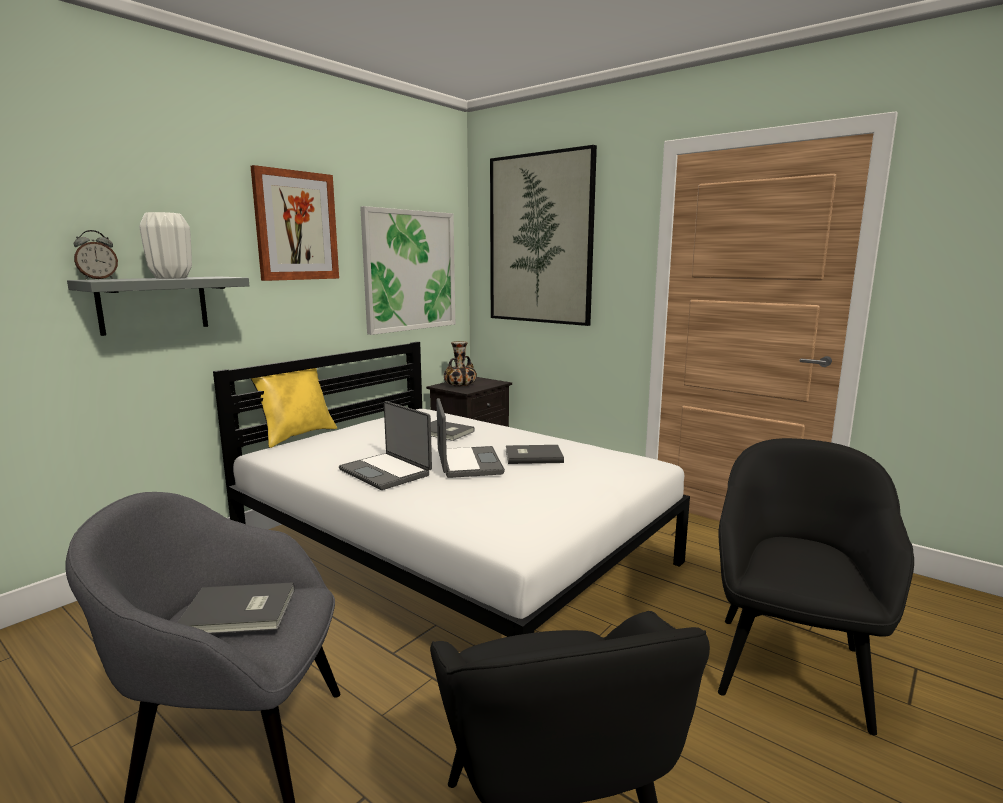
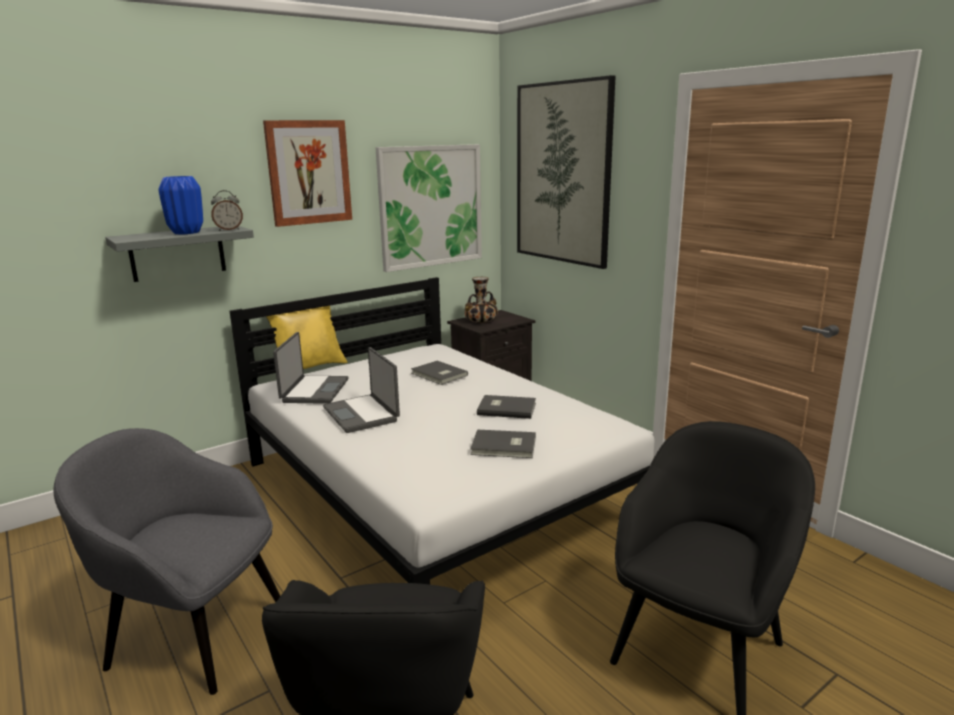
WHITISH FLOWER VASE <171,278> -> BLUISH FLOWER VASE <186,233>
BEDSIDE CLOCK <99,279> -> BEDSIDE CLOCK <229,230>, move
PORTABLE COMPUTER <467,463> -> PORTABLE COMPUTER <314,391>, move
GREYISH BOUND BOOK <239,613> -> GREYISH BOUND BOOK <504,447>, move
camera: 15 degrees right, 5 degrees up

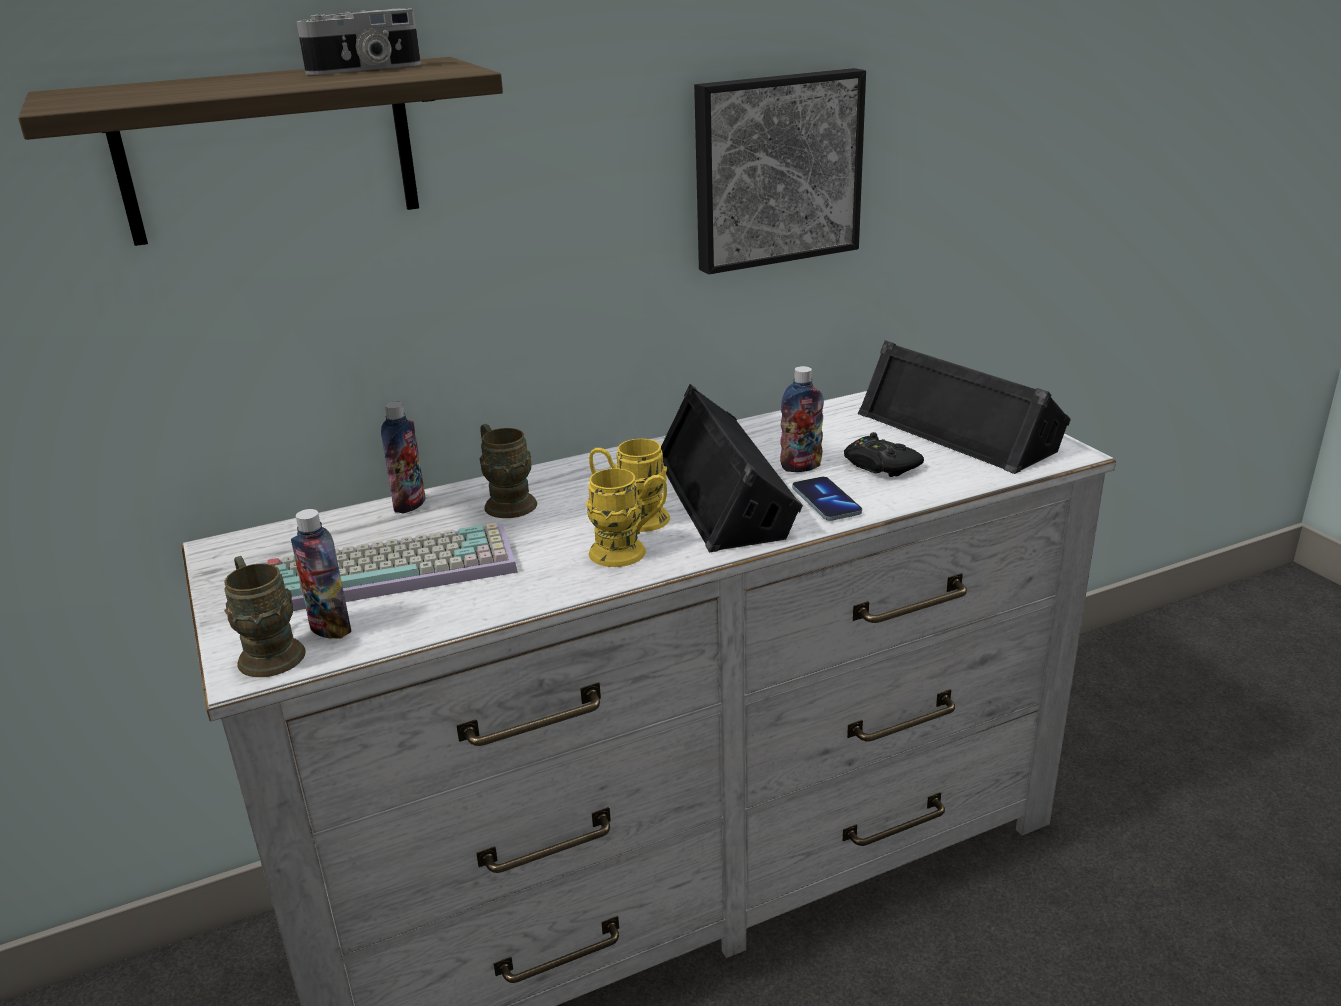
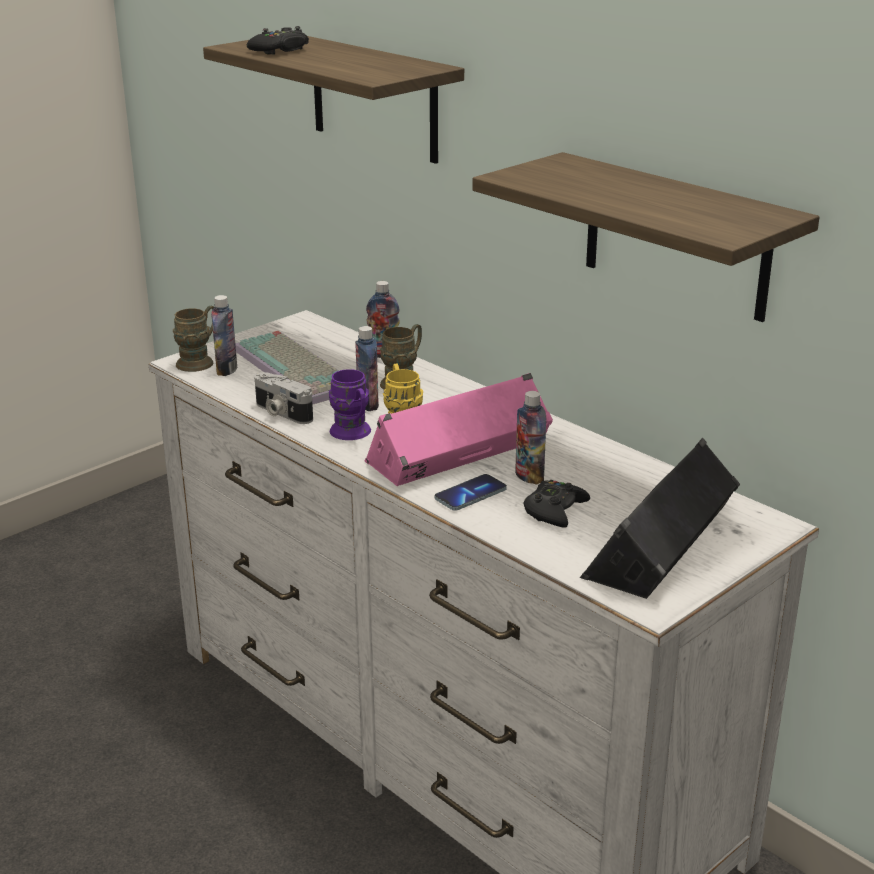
none -> BLACKISH GAME CONTROLLER <280,50>
STILL CAMERA <366,69> -> STILL CAMERA <281,413>, move
YELLOW-COLOURED MUG <629,551> -> PURPLISH MUG <353,434>
none -> BEVERAGE BOTTLE <368,404>
BLACKISH AUDIO SPEAKER <727,494> -> PINKISH AUDIO SPEAKER <460,454>
PICTURE <775,169> -> BRACKET SHELF <676,237>
camera: 70 degrees right, 0 degrees up

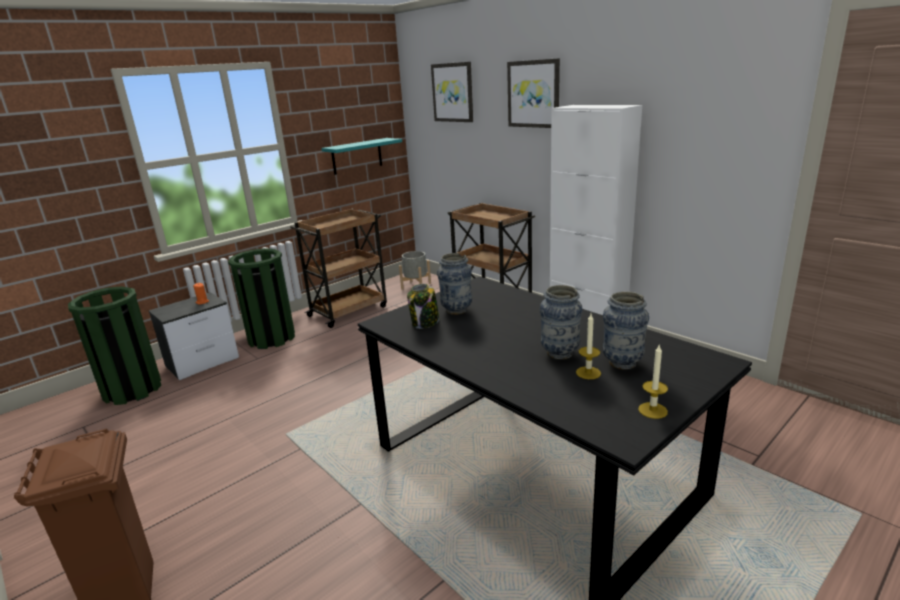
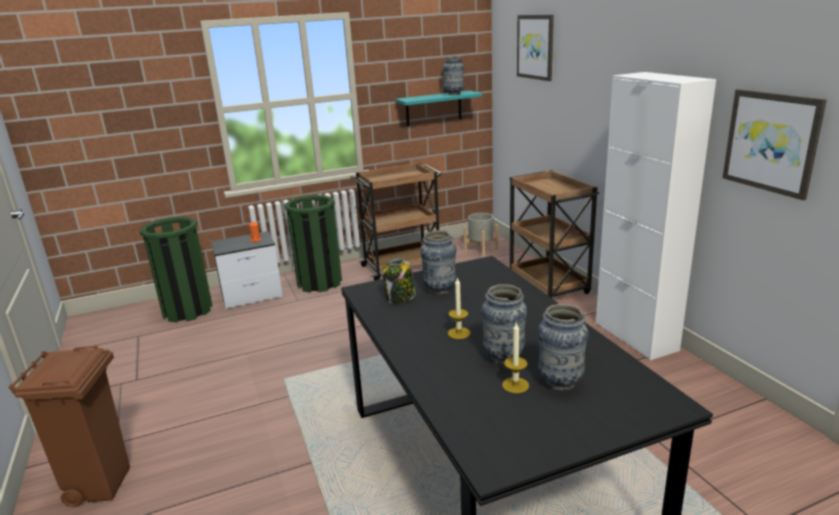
none -> FLOWER VASE <454,94>
CANDLE <652,410> -> CANDLE <459,333>, move
PICTURE <533,94> -> PICTURE <771,142>, move
camera: 20 degrees right, 0 degrees up

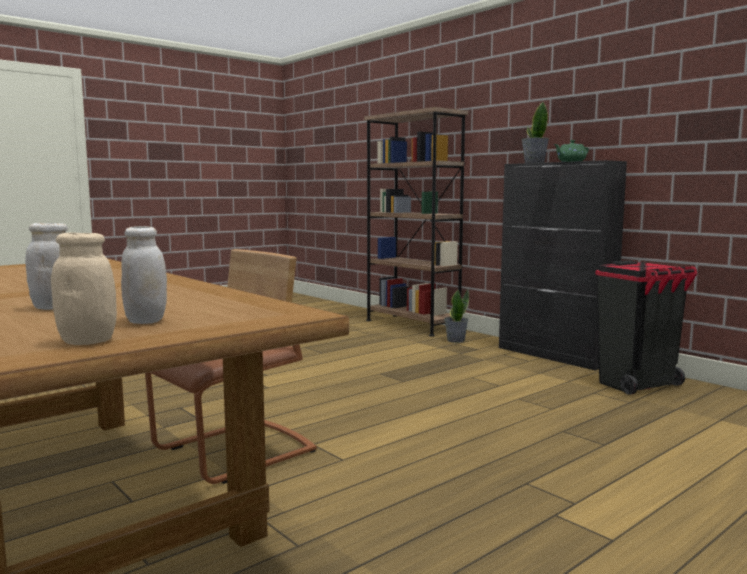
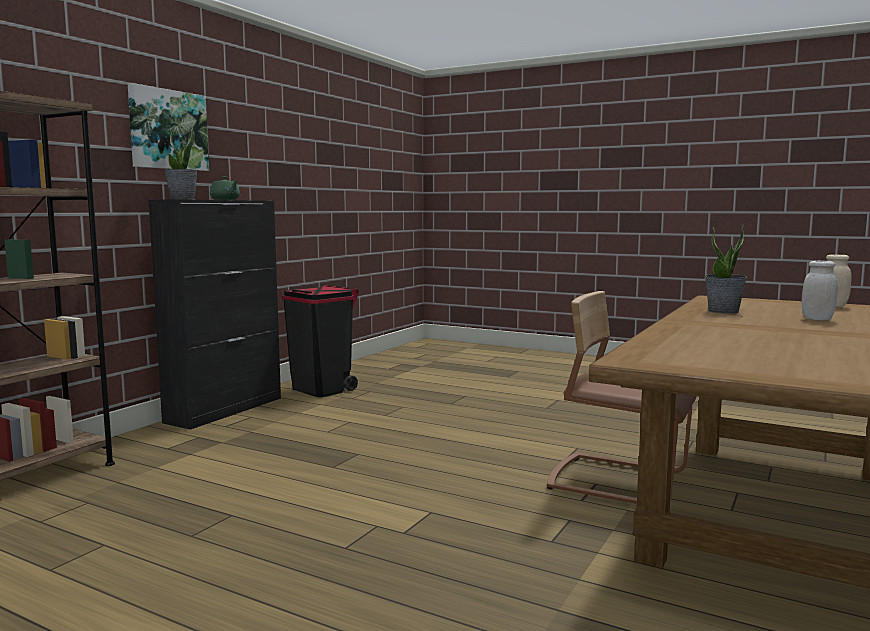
none -> PICTURE <168,130>
POTTED PLANT <455,340> -> POTTED PLANT <723,311>, move
WHITISH STORAGE JAR <146,321> -> none
camera: 110 degrees left, 0 degrees up

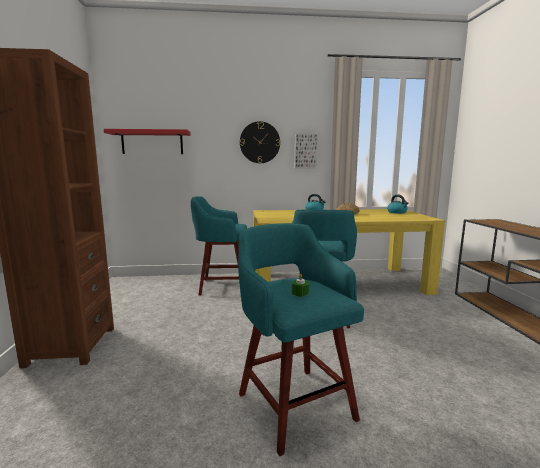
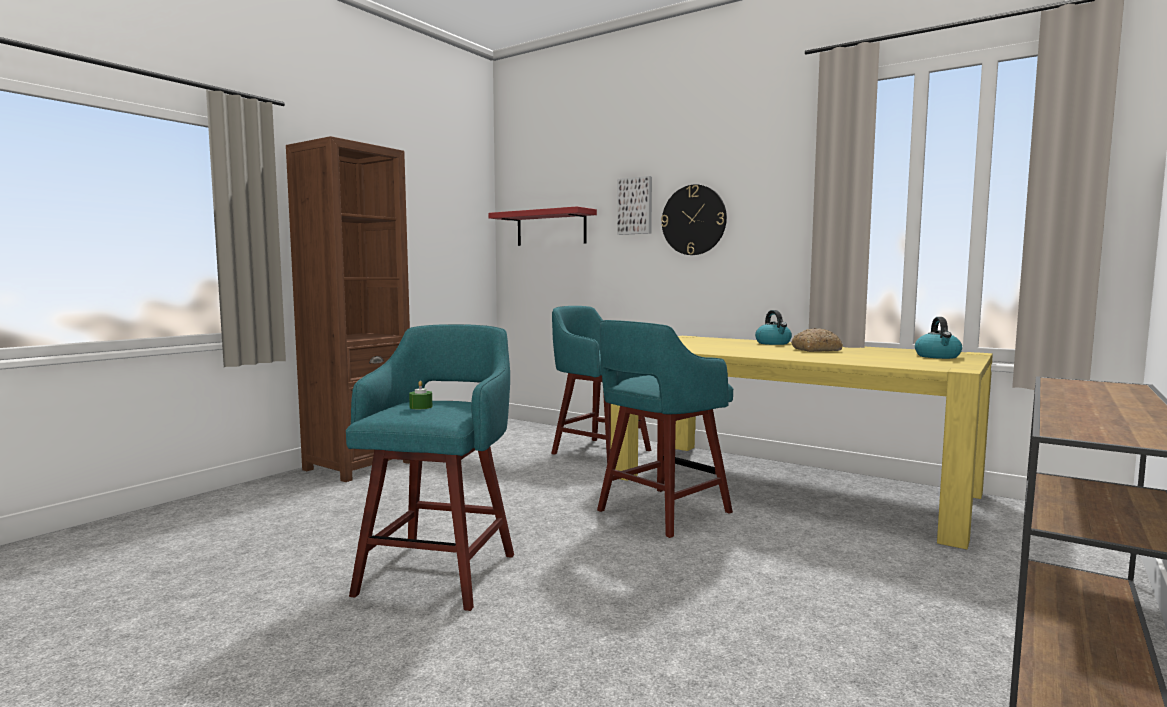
PICTURE <305,151> -> PICTURE <635,206>, move
camera: 40 degrees right, 5 degrees down

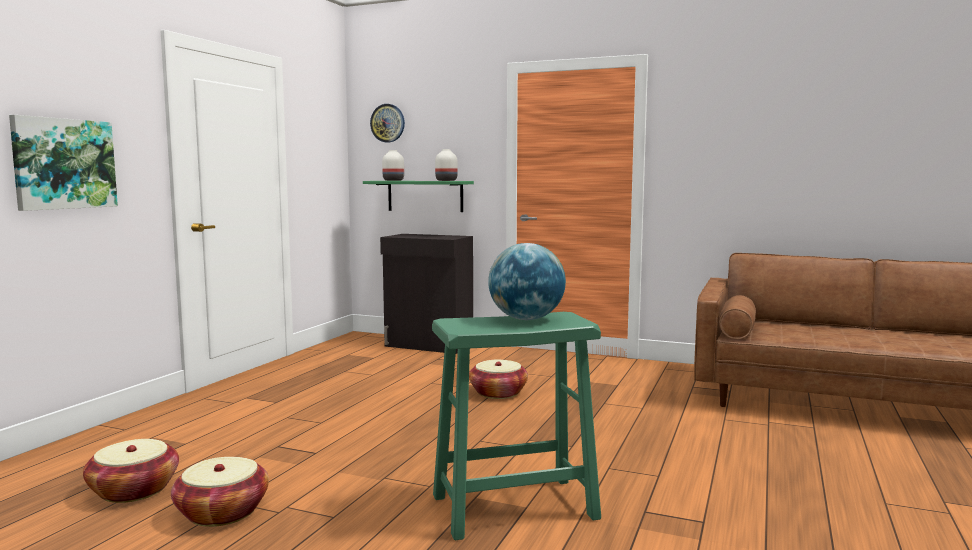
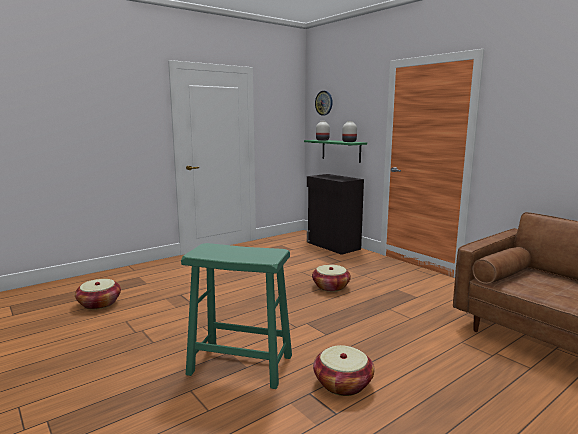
HOUSEHOLD BASKET <222,512> -> HOUSEHOLD BASKET <343,384>, move
PICTURE <64,164> -> none
DESK GLOBE <526,319> -> none
camera: 30 degrees right, 5 degrees up

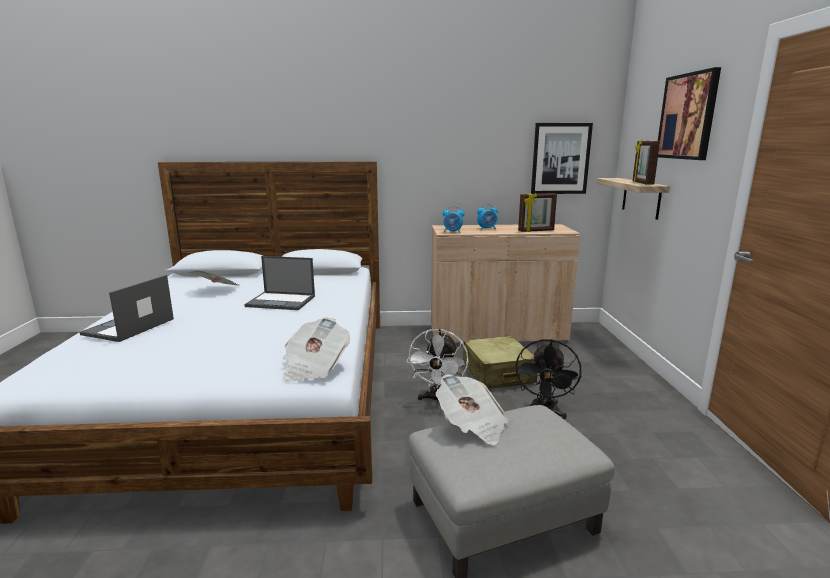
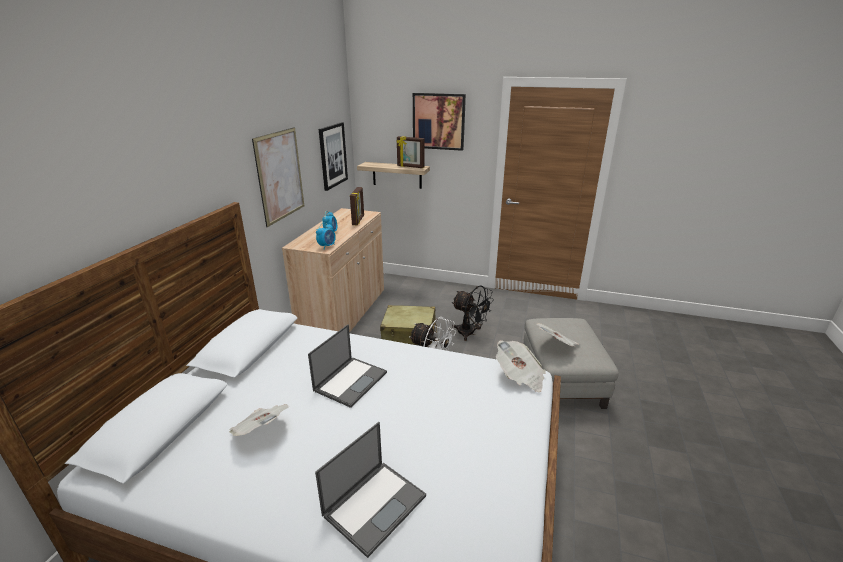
none -> PICTURE <280,176>
PORTABLE COMPUTER <128,327> -> PORTABLE COMPUTER <375,504>, 90 degrees counterclockwise
camera: 70 degrees left, 10 degrees up

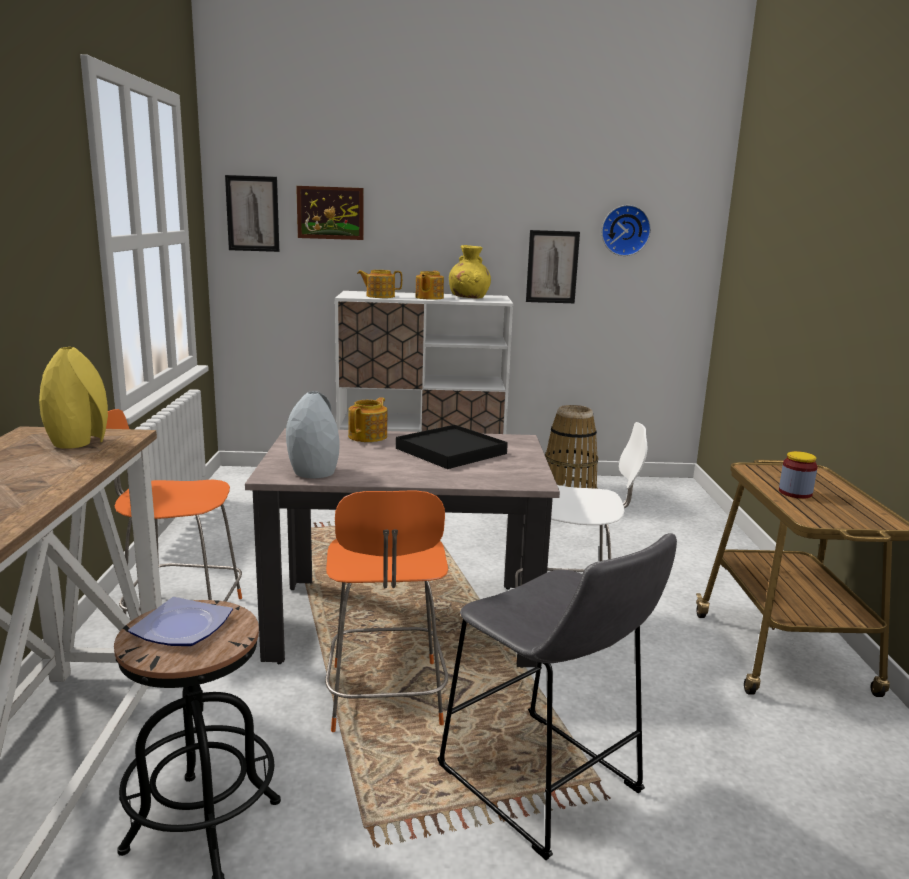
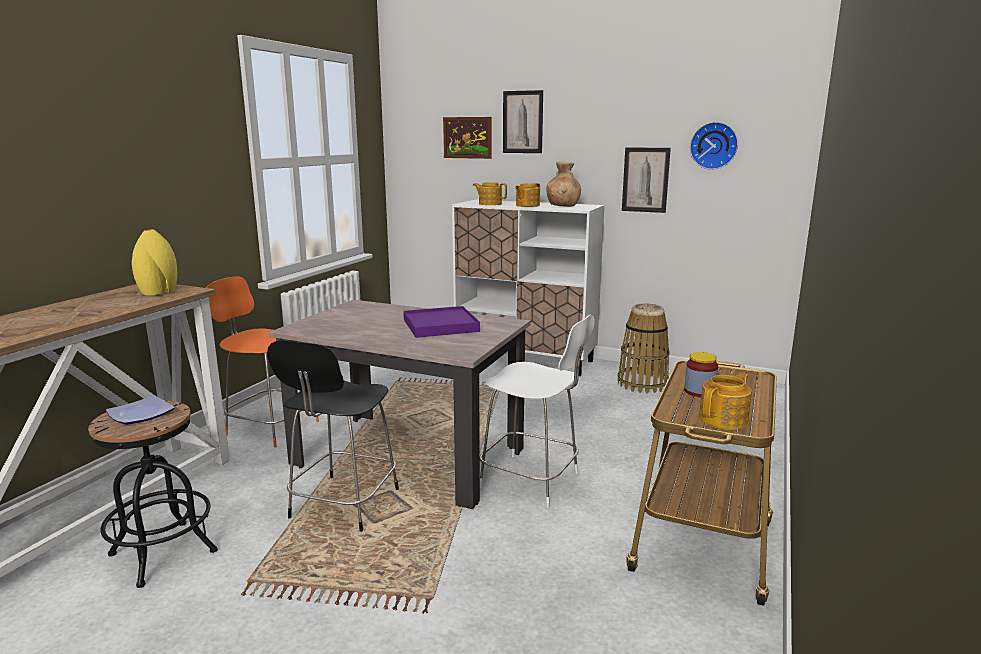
ORANGE-COLOURED PLAIN CHAIR <385,699> -> BLACKISH PLAIN CHAIR <343,505>
BLACKISH CARRYING TRAY <451,451> -> PURPLISH CARRYING TRAY <440,325>
PICTURE <252,213> -> PICTURE <522,122>, move
YELLOW-COLOURED FLOWER VASE <469,297> -> BROWN-COLOURED FLOWER VASE <563,206>
TEA POT <368,436> -> TEA POT <724,419>, move
GREYISH FLOWER VASE <313,472> -> none
GREYISH SITTING STOOL <545,786> -> none
camera: 25 degrees right, 0 degrees up

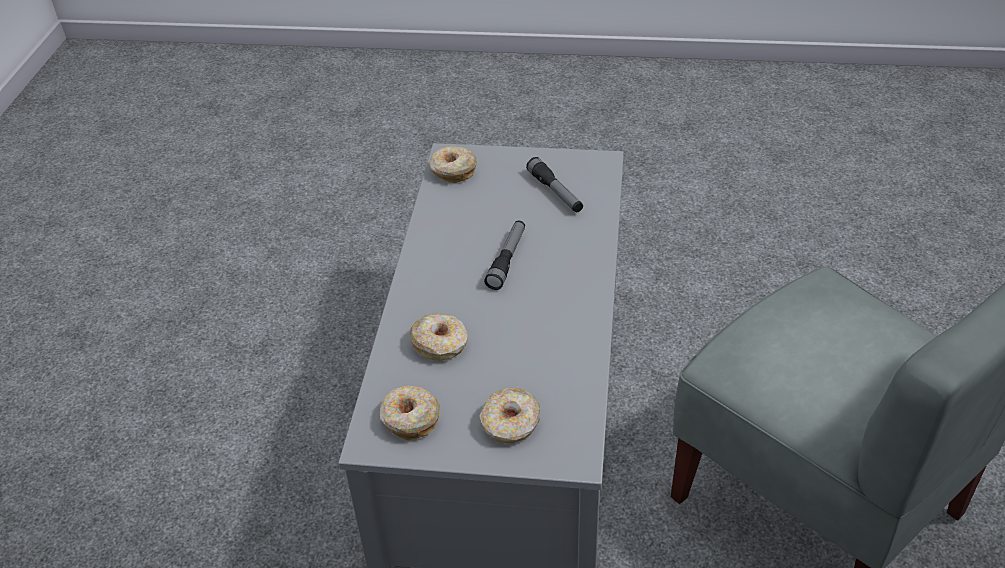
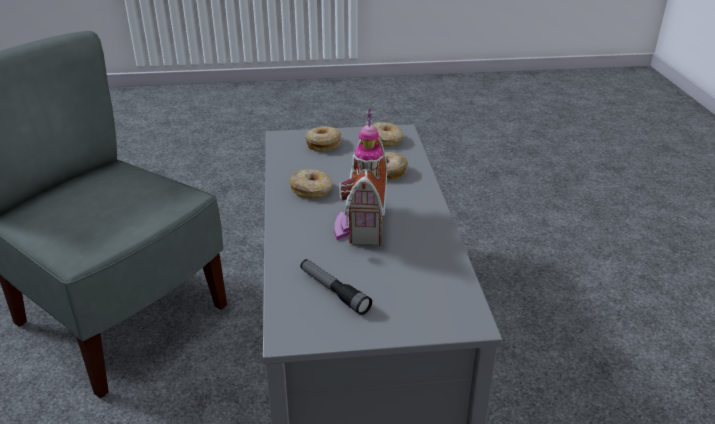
DONUT <452,171> -> DONUT <311,190>, move
FLASHLIGHT <507,260> -> TOY HOUSE <359,226>
camera: 165 degrees right, 10 degrees down

